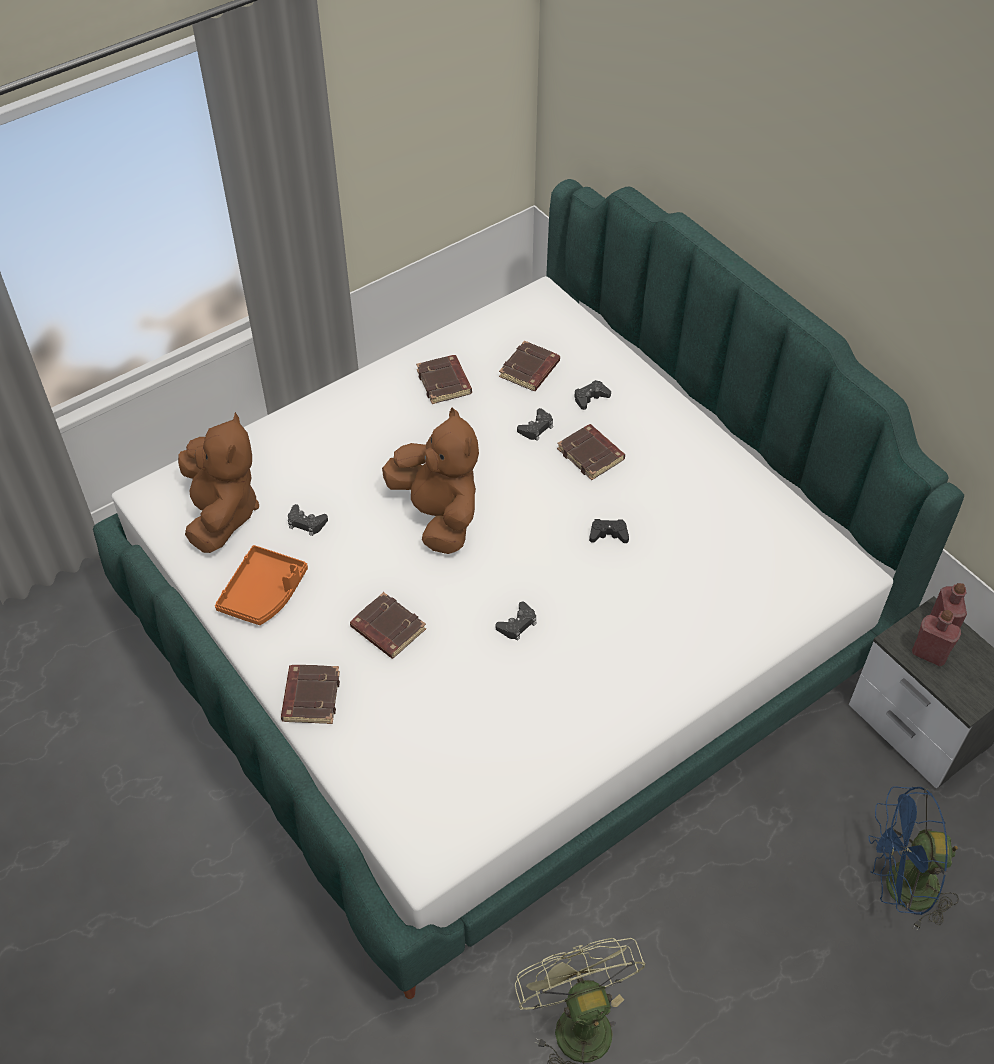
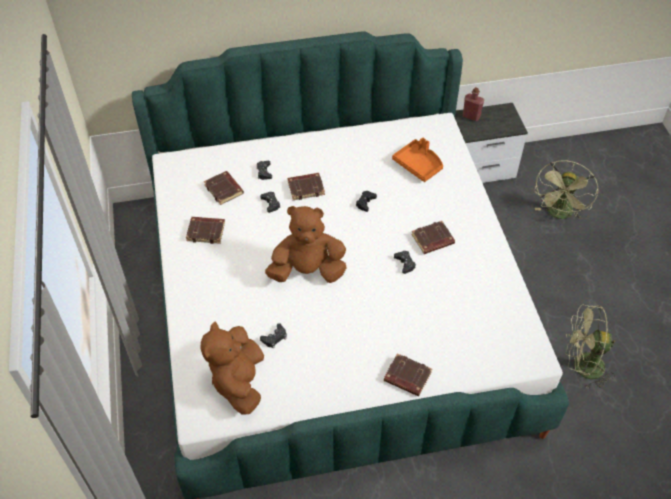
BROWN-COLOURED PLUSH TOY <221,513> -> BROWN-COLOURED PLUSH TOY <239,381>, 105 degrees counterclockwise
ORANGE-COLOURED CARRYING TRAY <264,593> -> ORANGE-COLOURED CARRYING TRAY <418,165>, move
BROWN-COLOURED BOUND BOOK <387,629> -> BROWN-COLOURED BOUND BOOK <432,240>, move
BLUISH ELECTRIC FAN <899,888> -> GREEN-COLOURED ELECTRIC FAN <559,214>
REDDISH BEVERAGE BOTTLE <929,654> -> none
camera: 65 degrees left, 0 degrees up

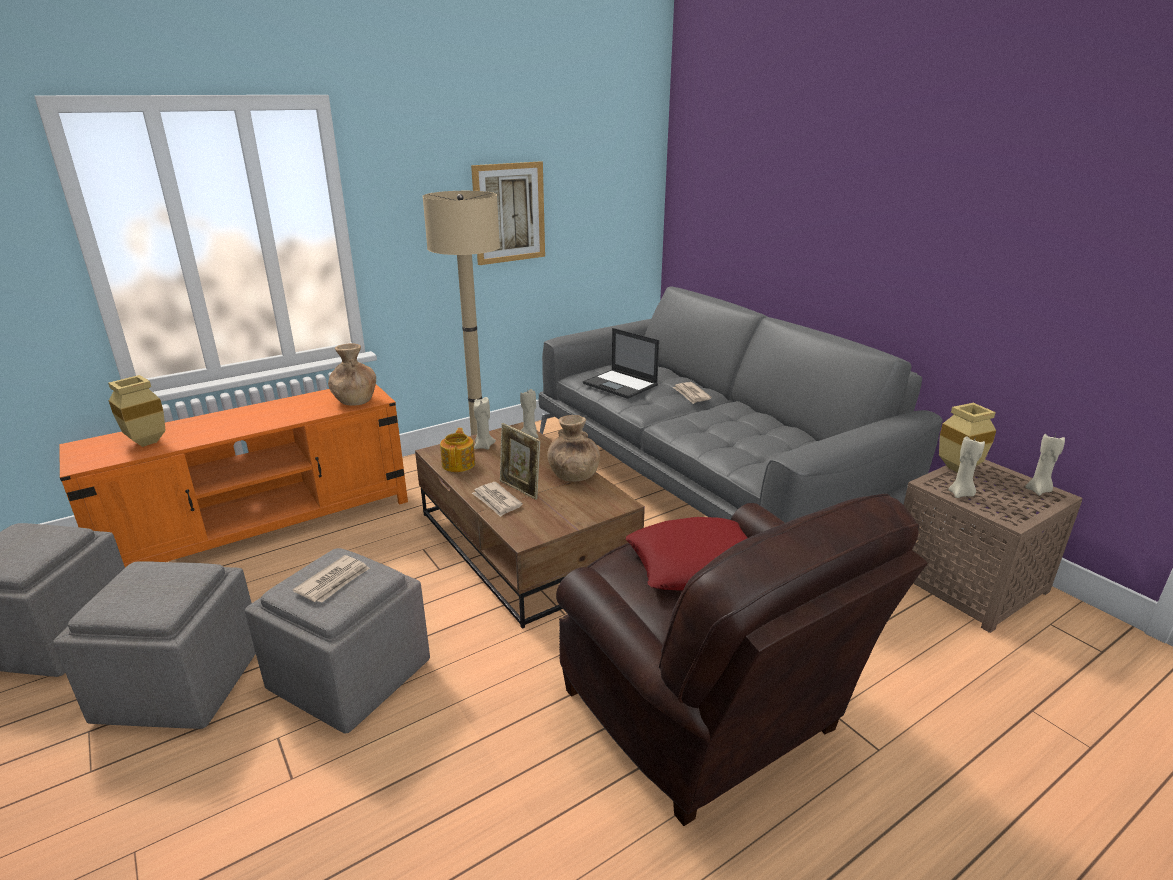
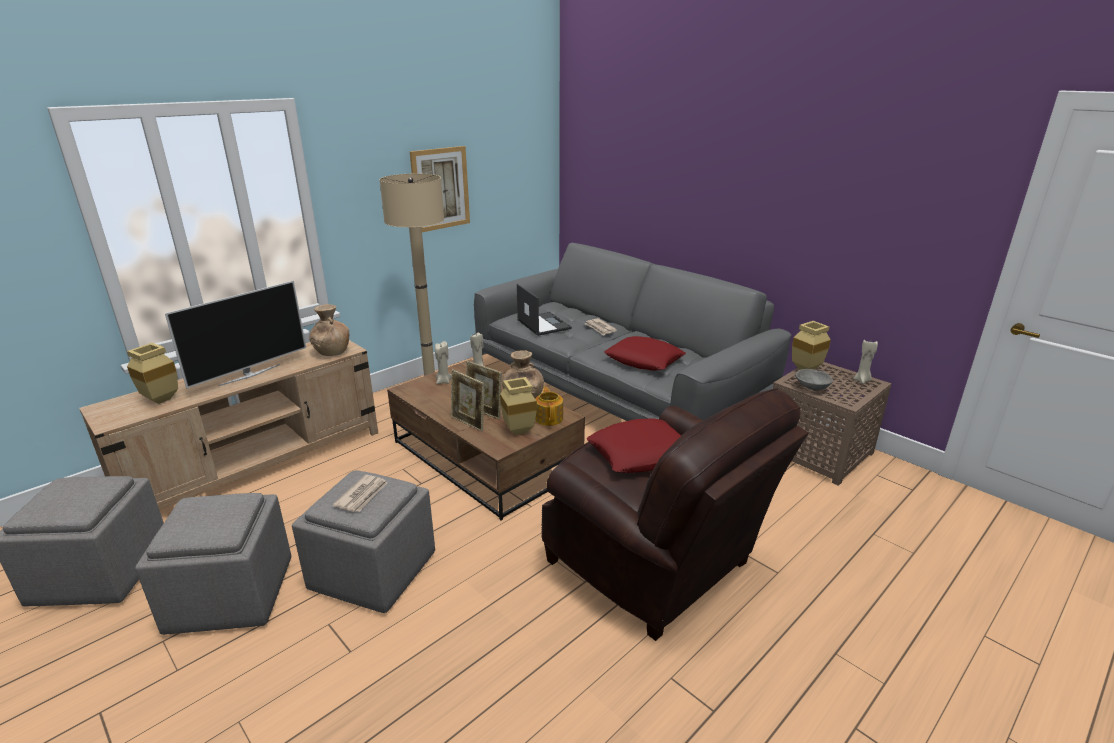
ORANGE-COLOURED MEDIA CONSOLE <264,526> -> BEIGE MEDIA CONSOLE <258,464>
none -> TELEVISION <249,374>
PRINTED PAPER <496,501> -> PHOTO FRAME <468,423>
none -> BEIGE FLOWER VASE <517,432>
PORTABLE COMPUTER <621,384> -> PORTABLE COMPUTER <543,324>, 150 degrees counterclockwise
TEA POT <459,464> -> TEA POT <549,418>, move
none -> REDDISH THROW PILLOW <644,360>
BEIGE CANDLE <961,494> -> GREYISH DEEP DISH <811,387>
camera: 10 degrees left, 0 degrees up

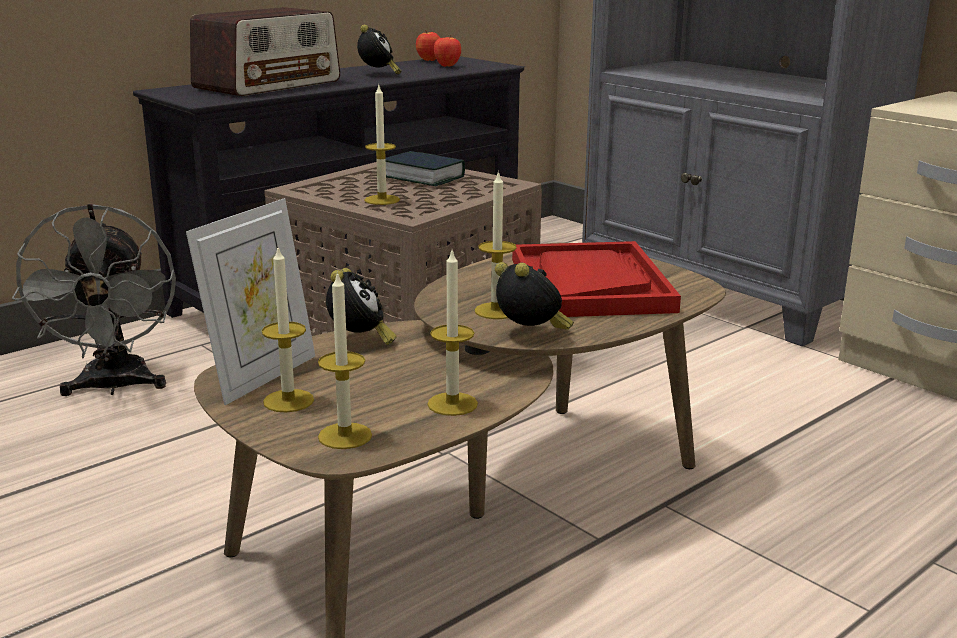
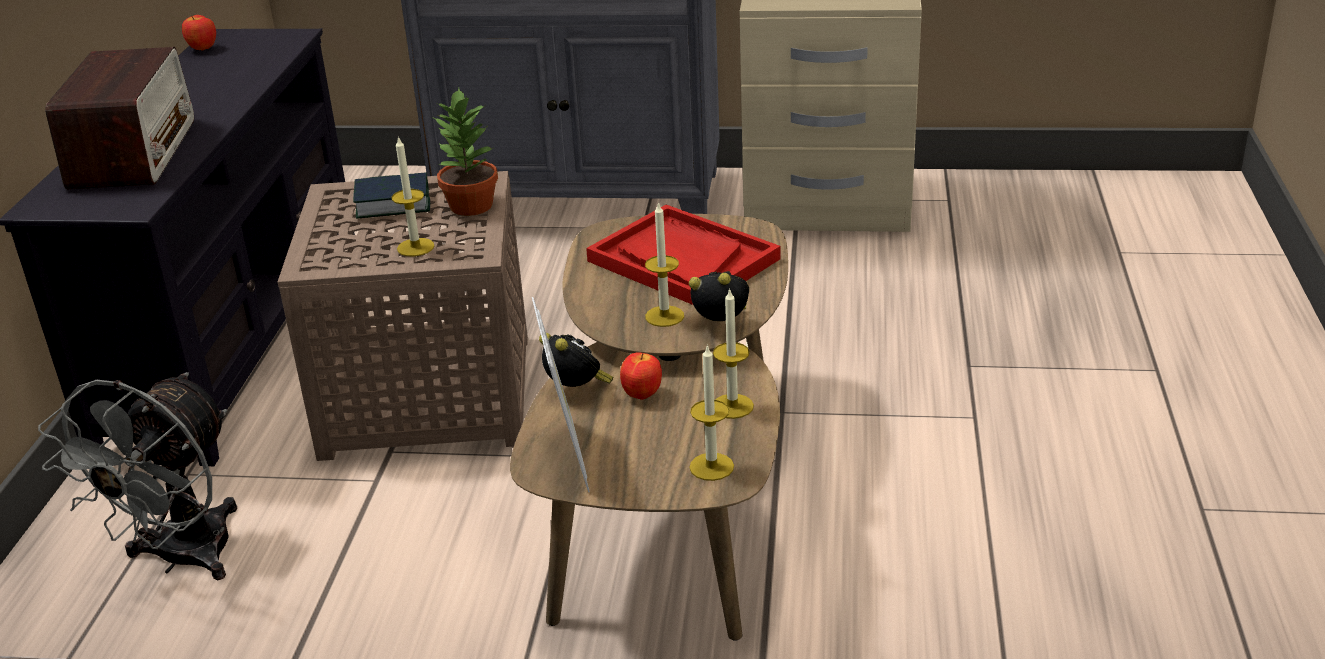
GREYISH ELECTRIC FAN <114,387> -> GREYISH ELECTRIC FAN <181,559>, 75 degrees clockwise
none -> POTTED PLANT <470,206>
APPLE <447,66> -> APPLE <641,395>, move
CANDLE <288,401> -> none
BEDSIDE CLOCK <378,74> -> none
camera: 40 degrees left, 10 degrees up

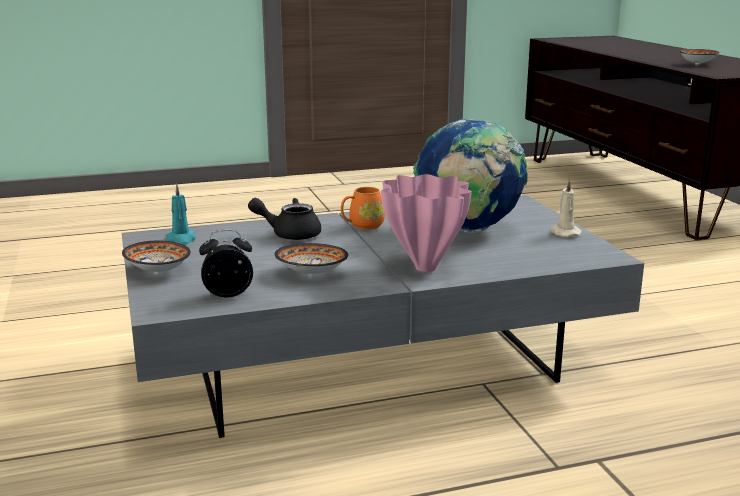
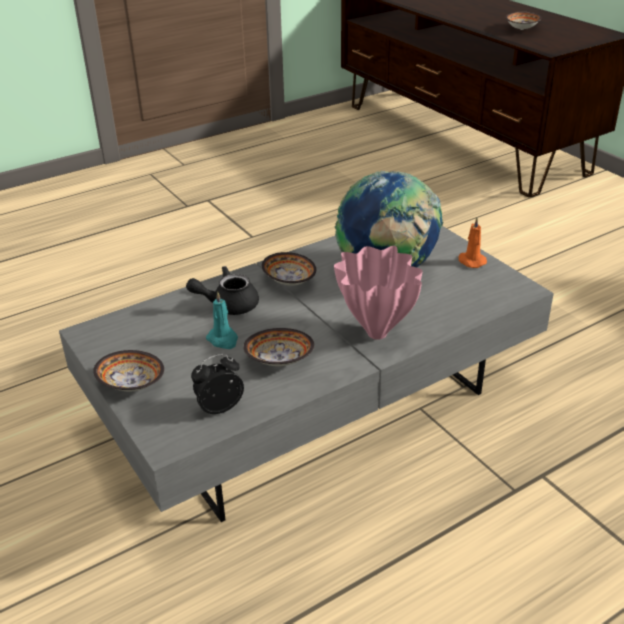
BLUE-GREEN CANDLE <181,239> -> BLUE-GREEN CANDLE <223,340>, move
ORANGE-COLOURED MUG <362,226> -> DEEP DISH <289,280>
BEIGE CANDLE <564,233> -> ORANGE-COLOURED CANDLE <471,261>
camera: 15 degrees left, 15 degrees up

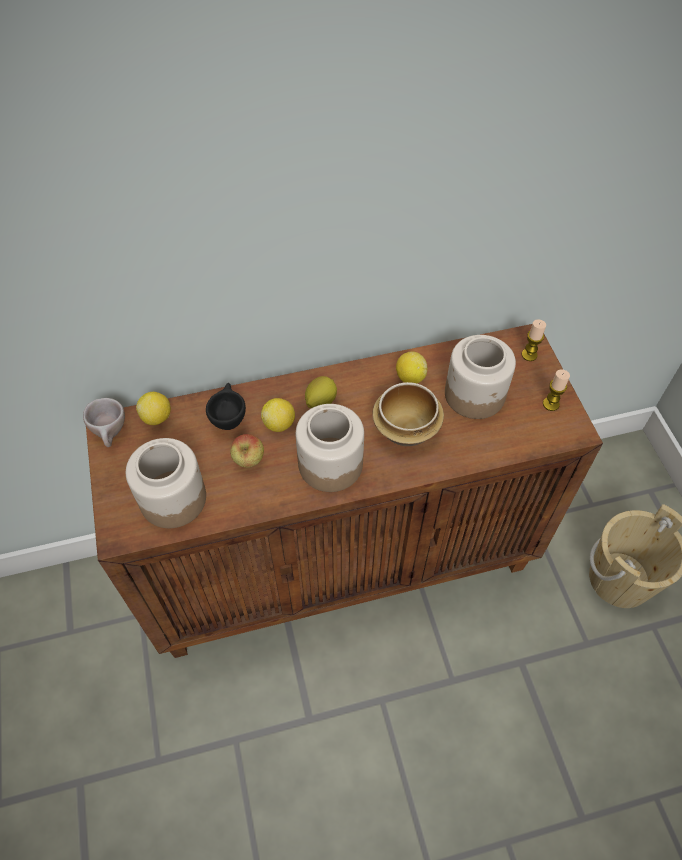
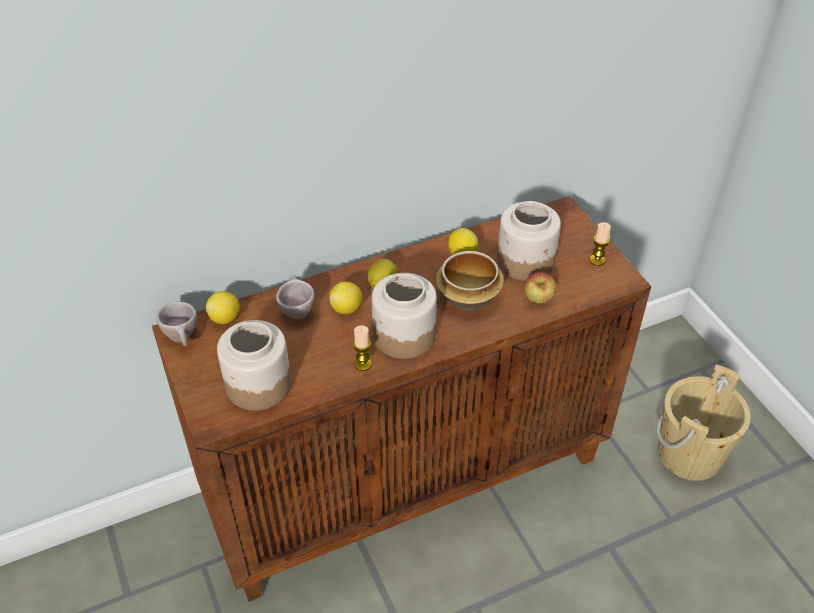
BLACKISH SMALL CUP <228,418> -> BEIGE SMALL CUP <296,310>
CANDLE <529,355> -> CANDLE <363,364>, move
APPLE <249,461> -> APPLE <538,300>, move
camera: 10 degrees left, 10 degrees down

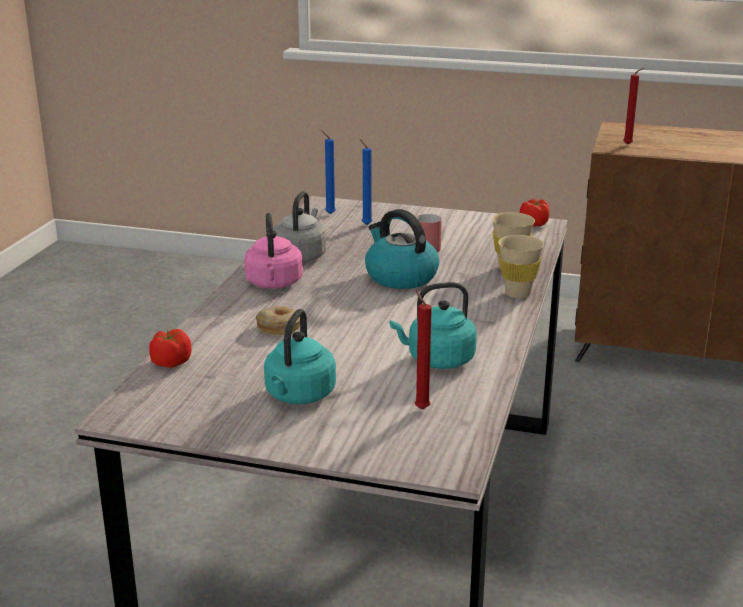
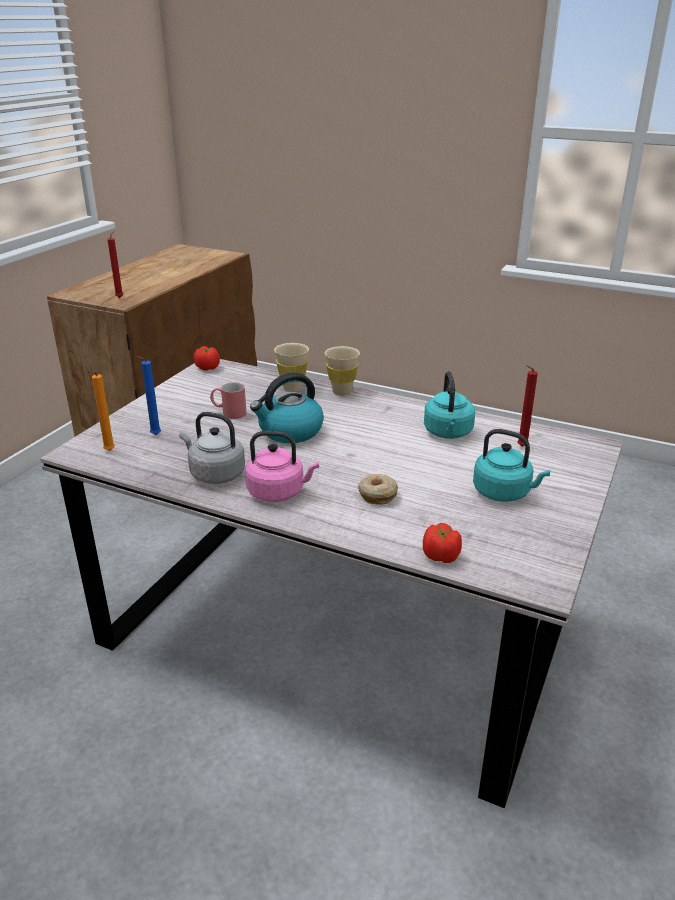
BLUISH CANDLE <329,213> -> ORANGE-COLOURED CANDLE <108,451>
camera: 80 degrees left, 5 degrees up

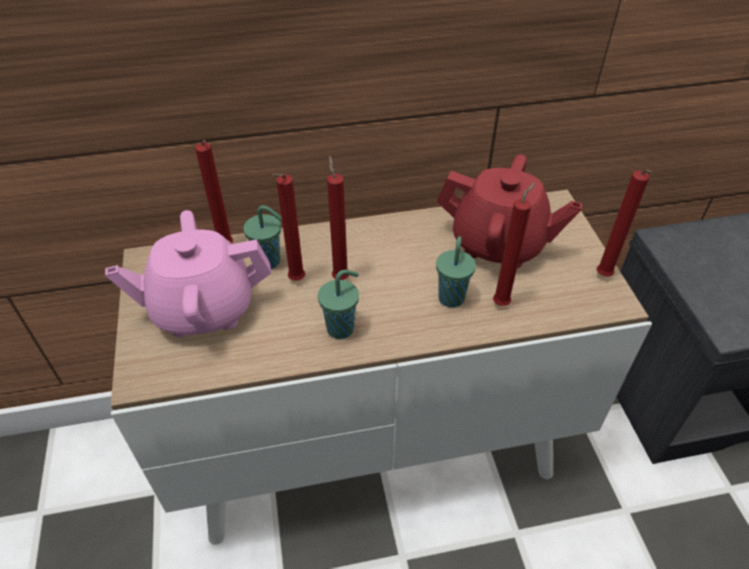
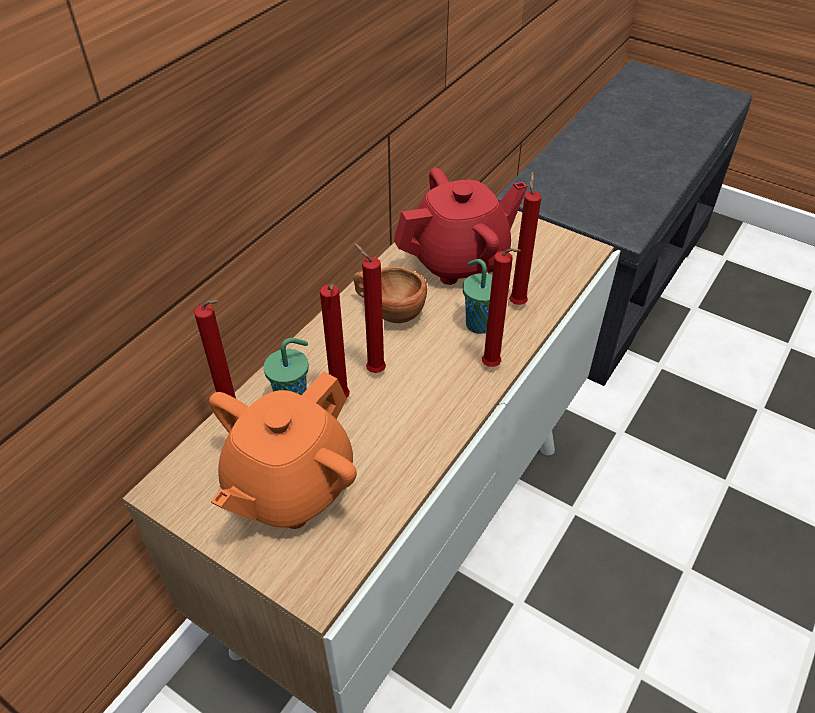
PINKISH TEA POT <203,309> -> ORANGE-COLOURED TEA POT <289,486>
none -> BROWN-COLOURED SMALL CUP <388,310>
REDDISH CANDLE <604,277> -> REDDISH CANDLE <493,367>, move
GREEN-COLOURED SMALL CUP <342,328> -> none
camera: 45 degrees left, 0 degrees up

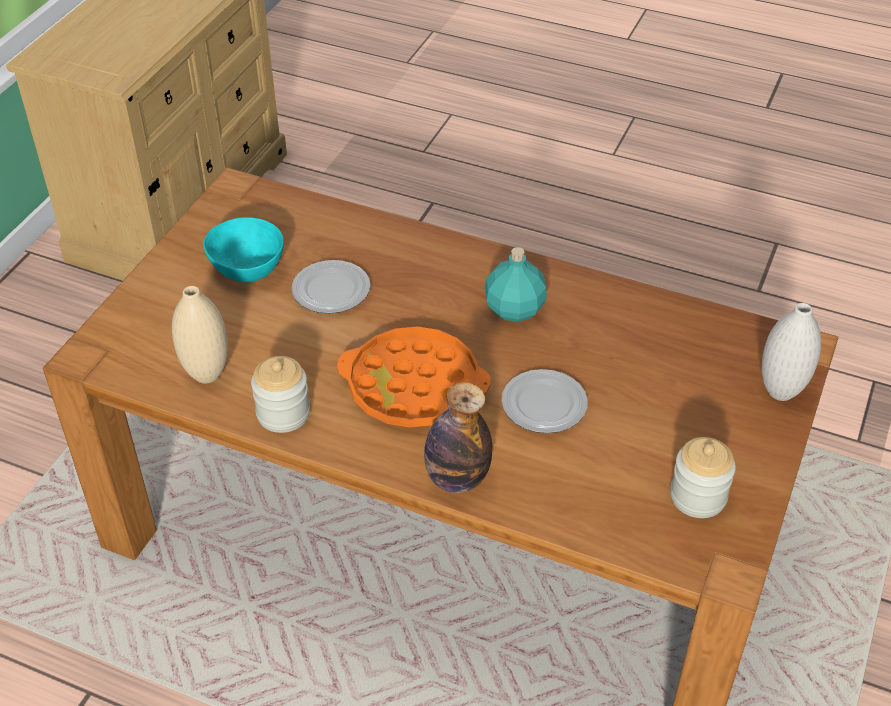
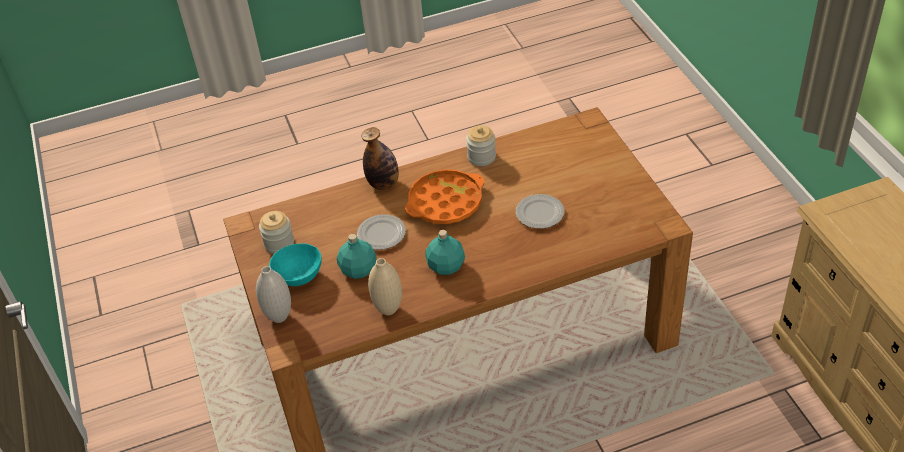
BLUE-GREEN DEEP DISH <247,268> -> BLUE-GREEN DEEP DISH <300,277>, move
none -> BLUE-GREEN BEVERAGE BOTTLE <358,270>
BEIGE FLOWER VASE <207,374> -> BEIGE FLOWER VASE <388,309>, move
camera: 140 degrees right, 0 degrees up

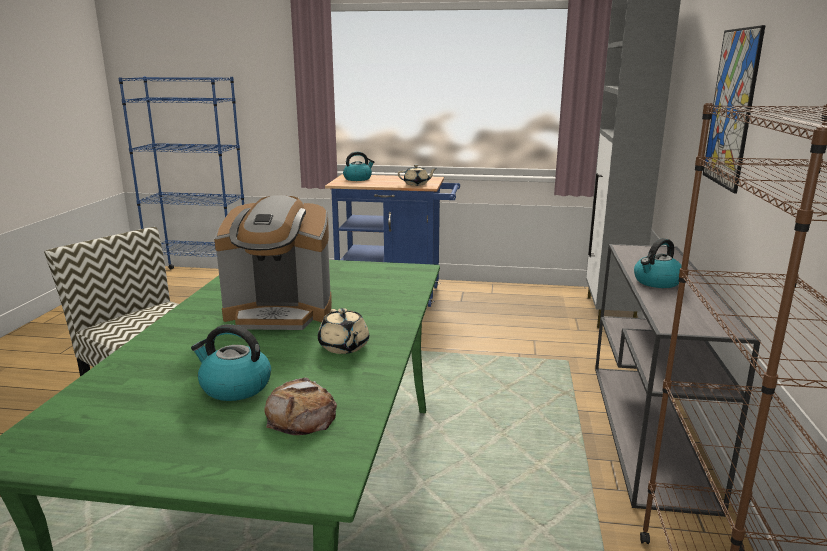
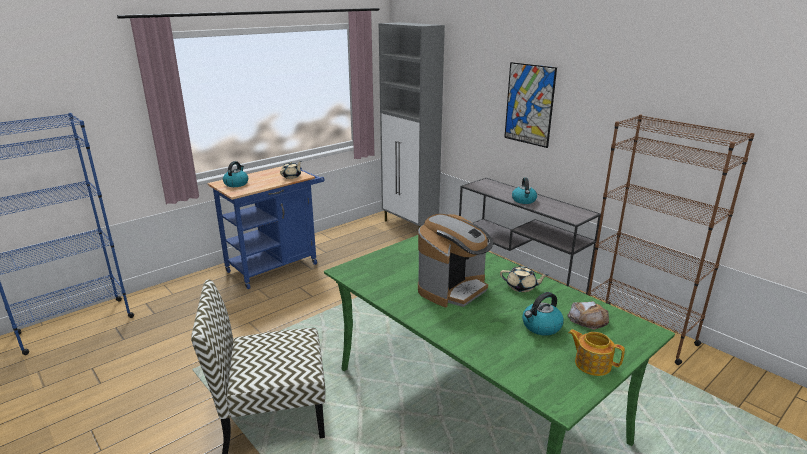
none -> TEA POT <592,364>
camera: 50 degrees left, 5 degrees up

